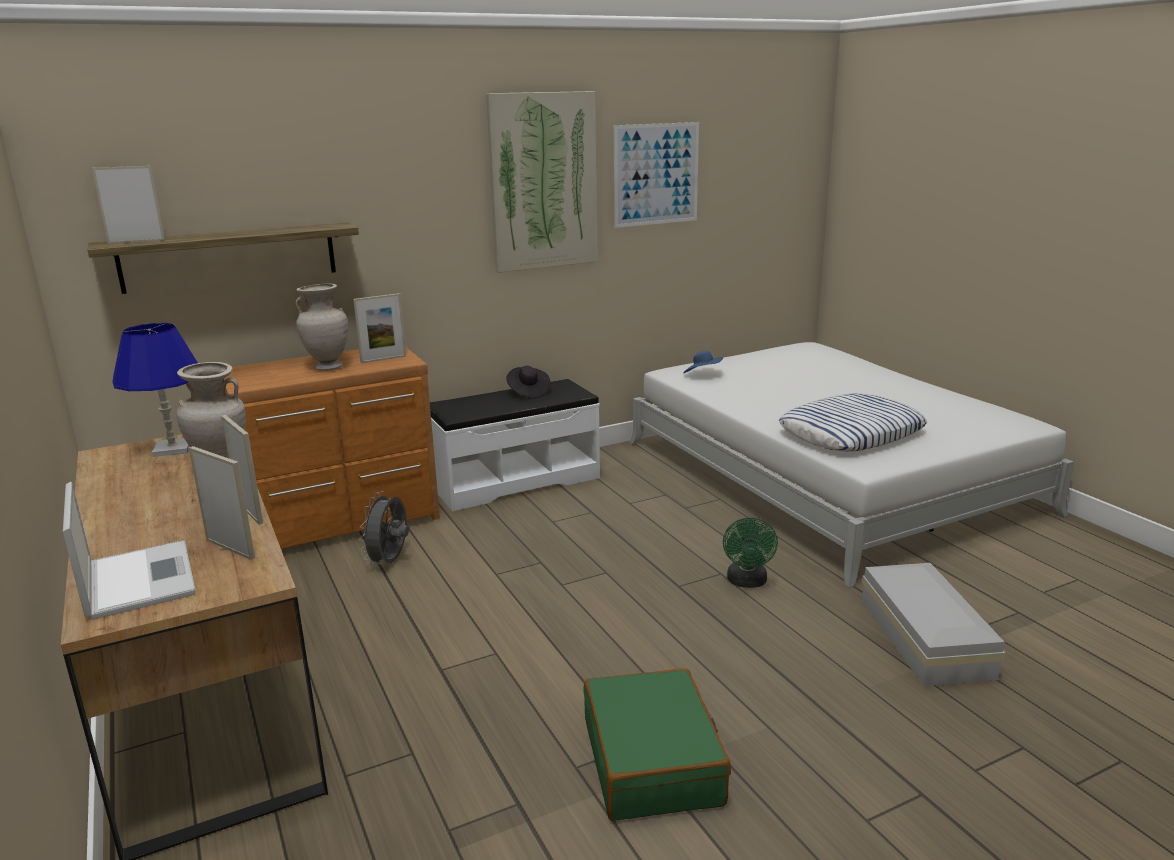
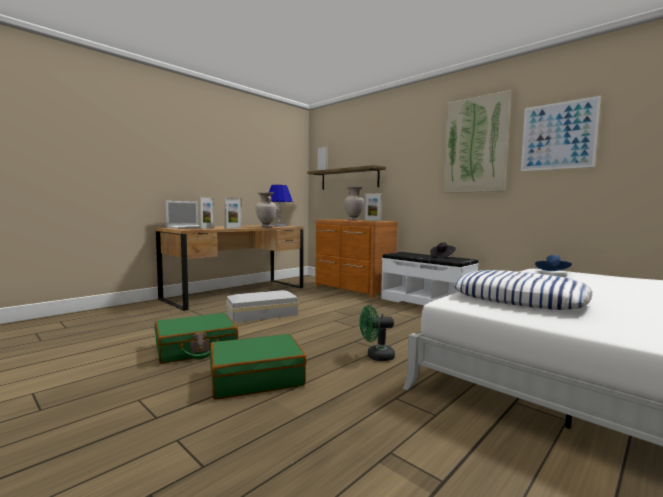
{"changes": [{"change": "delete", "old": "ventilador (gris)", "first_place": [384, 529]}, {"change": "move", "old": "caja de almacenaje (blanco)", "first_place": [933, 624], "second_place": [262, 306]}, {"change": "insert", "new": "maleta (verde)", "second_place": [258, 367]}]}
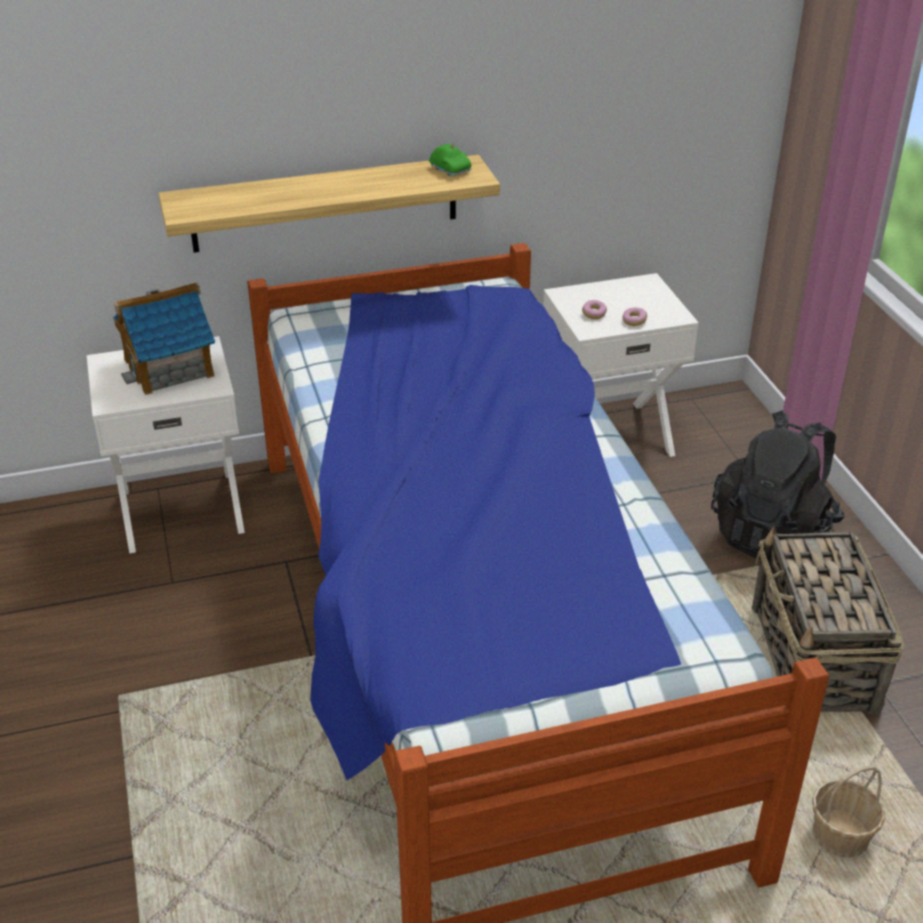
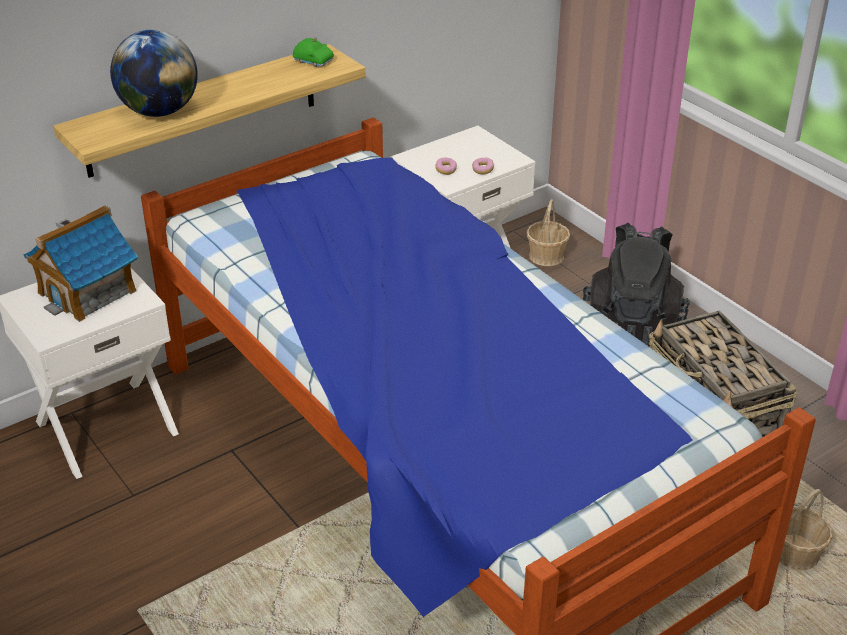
{"changes": [{"change": "insert", "new": "globo terráqueo", "second_place": [154, 73]}, {"change": "insert", "new": "cesta", "second_place": [548, 232]}]}
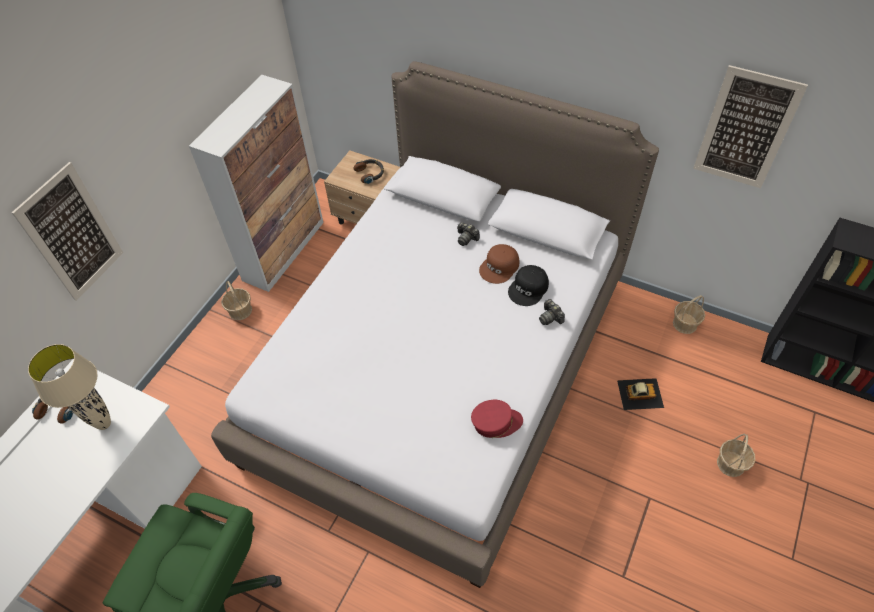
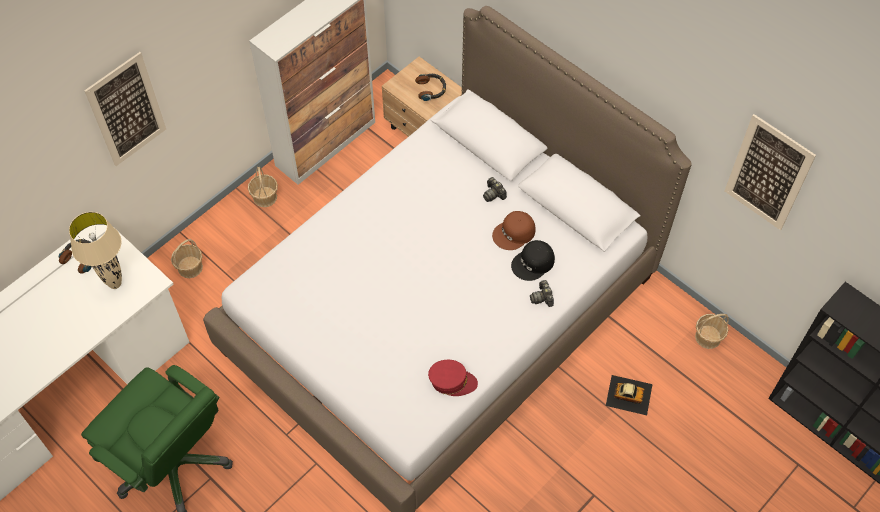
{"changes": [{"change": "move", "old": "cesta", "first_place": [736, 455], "second_place": [187, 258]}]}
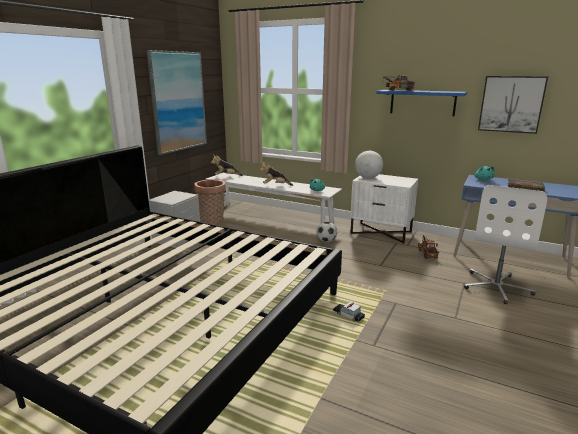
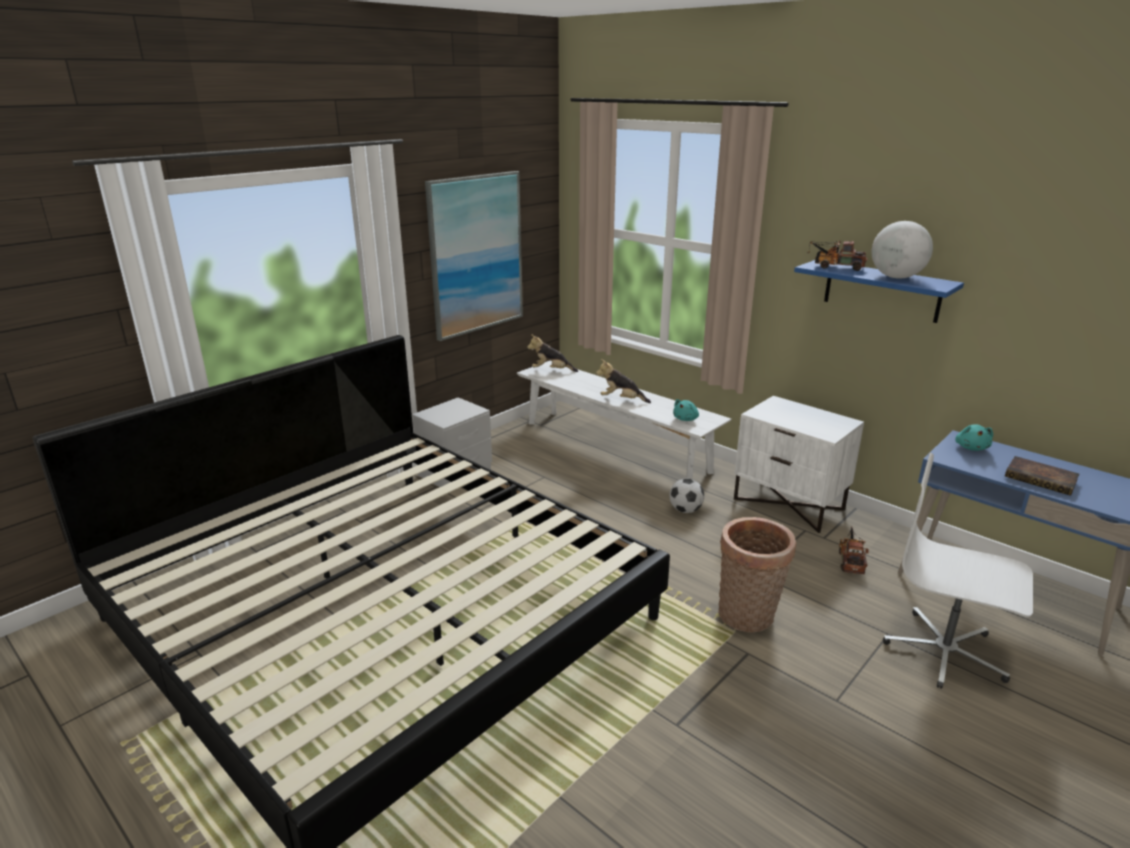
{"changes": [{"change": "move", "old": "cesta", "first_place": [210, 202], "second_place": [757, 574]}, {"change": "delete", "old": "coche de juguete", "first_place": [349, 312]}, {"change": "move", "old": "globo terráqueo", "first_place": [369, 165], "second_place": [902, 250]}, {"change": "rotate", "old": "silla de oficina (blanco)", "first_place": [505, 244], "second_place": [958, 571], "degrees": 75}, {"change": "delete", "old": "cuadro", "first_place": [513, 105]}]}
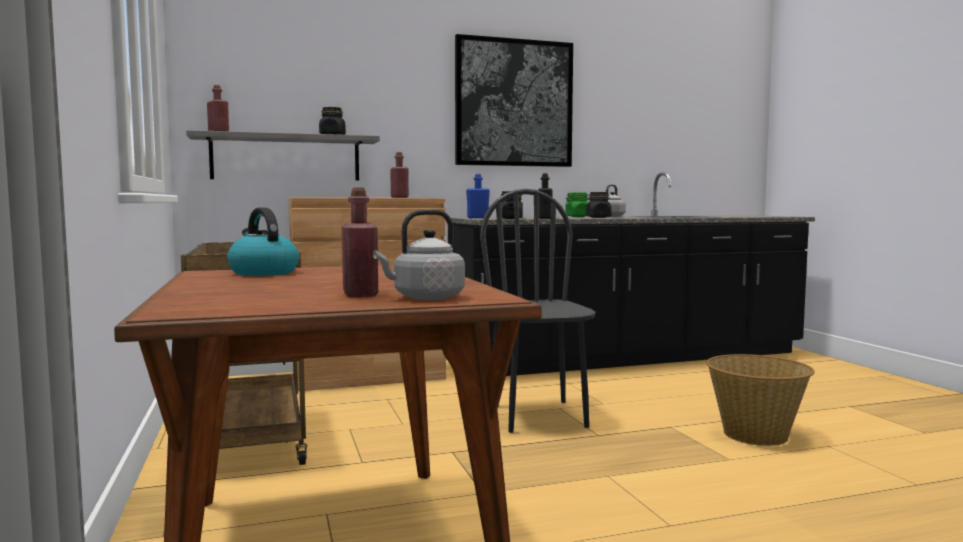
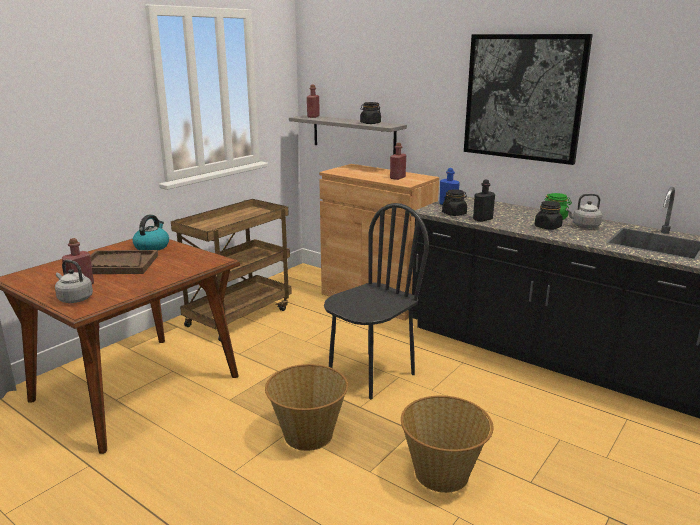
{"changes": [{"change": "insert", "new": "bandeja (marrón)", "second_place": [124, 262]}, {"change": "insert", "new": "cesta", "second_place": [306, 407]}]}
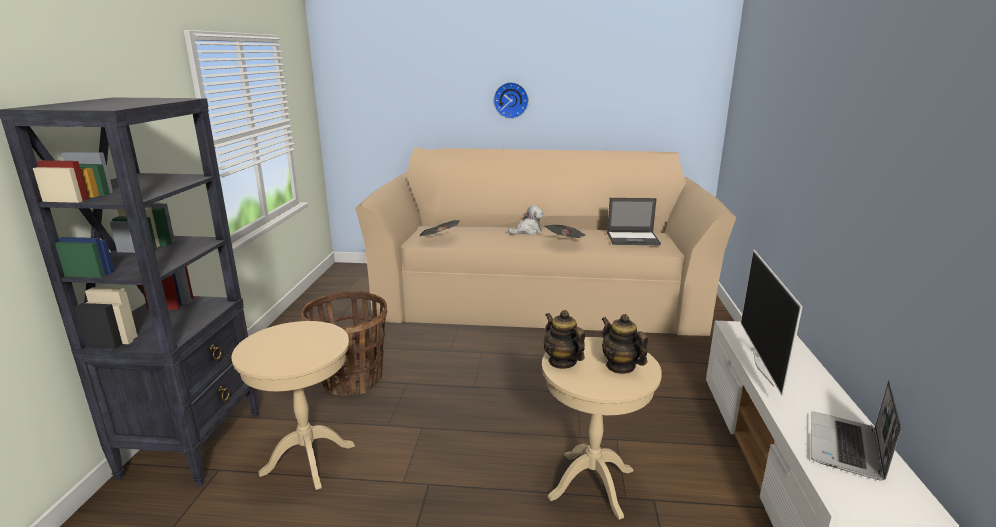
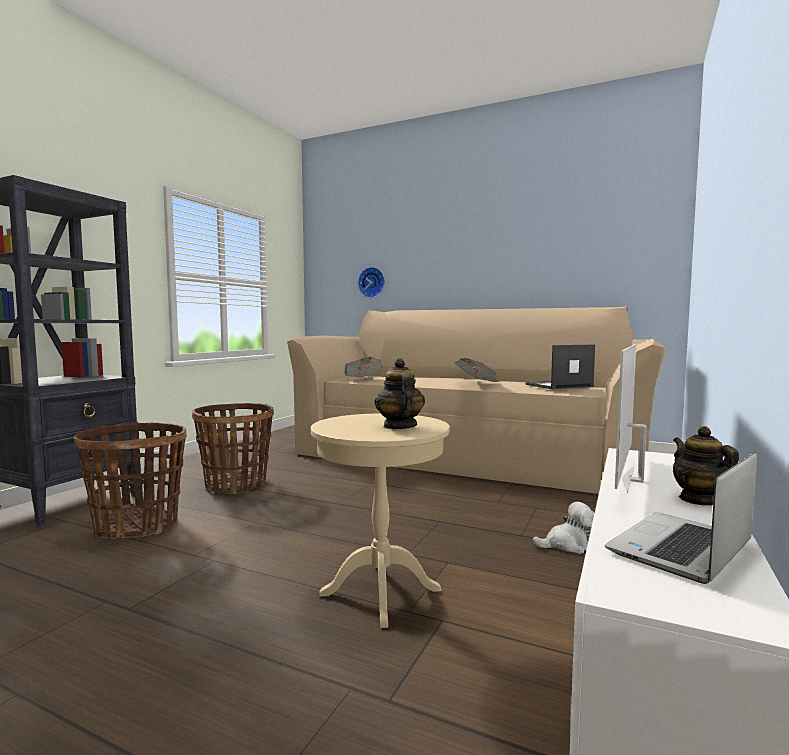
{"changes": [{"change": "replace", "old": "mesa auxiliar (beis)", "new": "cesta", "first_place": [293, 405], "second_place": [130, 480]}, {"change": "move", "old": "reloj de pared", "first_place": [511, 100], "second_place": [371, 282]}, {"change": "move", "old": "peluche", "first_place": [526, 219], "second_place": [563, 528]}, {"change": "move", "old": "tetera", "first_place": [564, 339], "second_place": [706, 466]}, {"change": "rotate", "old": "portátil", "first_place": [634, 221], "second_place": [560, 366], "degrees": 135}]}
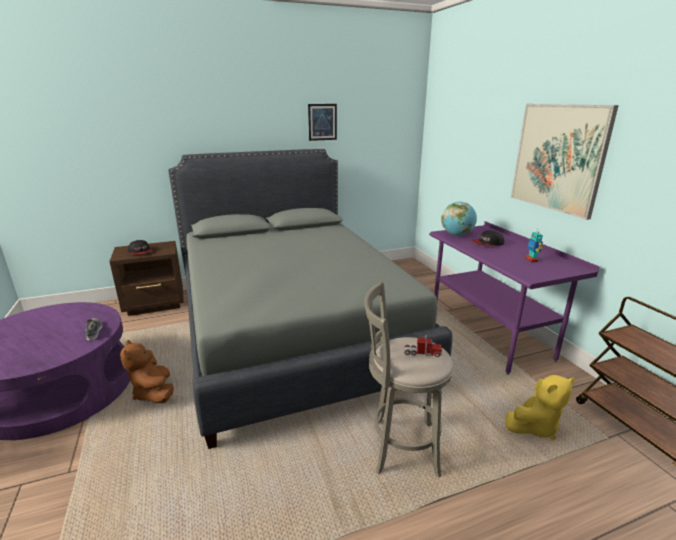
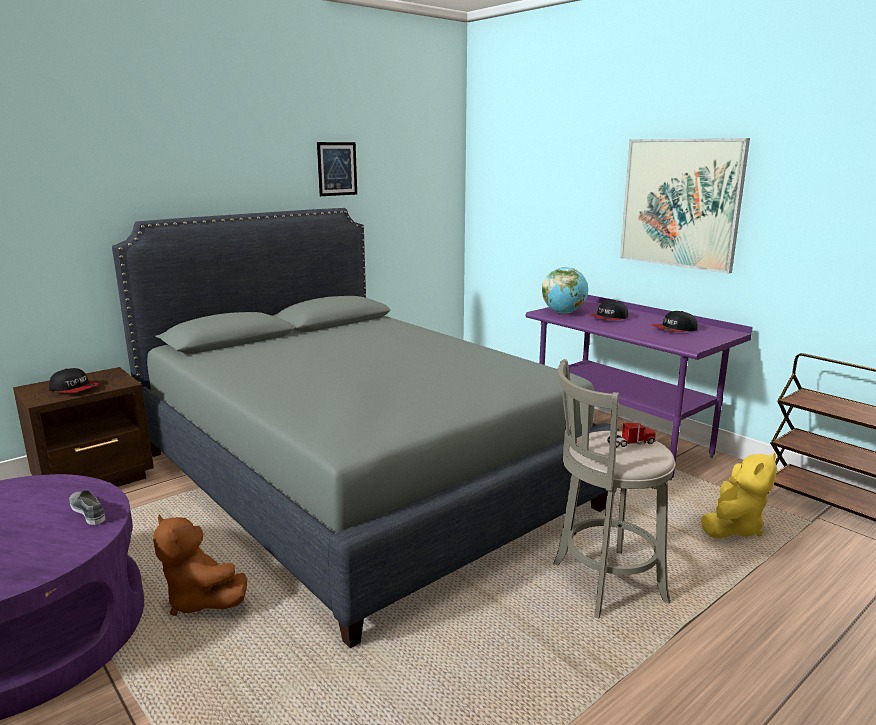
{"changes": [{"change": "replace", "old": "robot de juguete", "new": "gorra", "first_place": [534, 246], "second_place": [675, 321]}]}
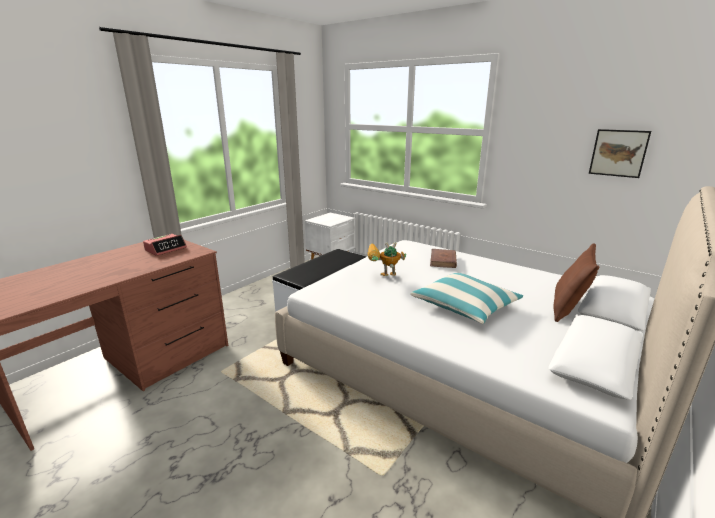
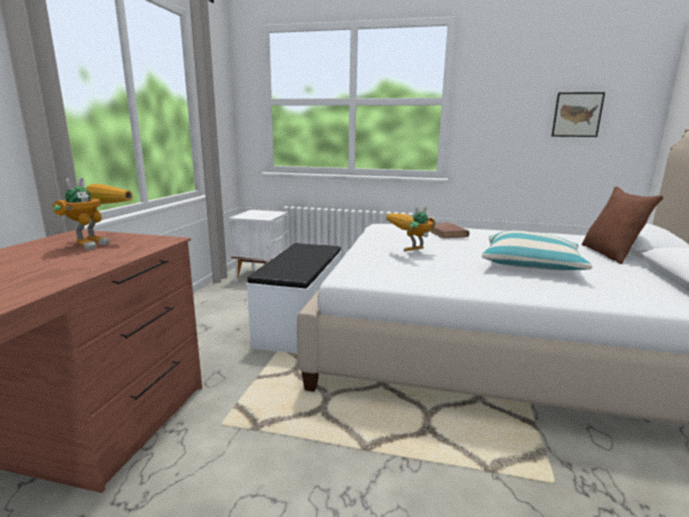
{"changes": [{"change": "replace", "old": "despertador", "new": "robot de juguete", "first_place": [165, 245], "second_place": [92, 213]}]}
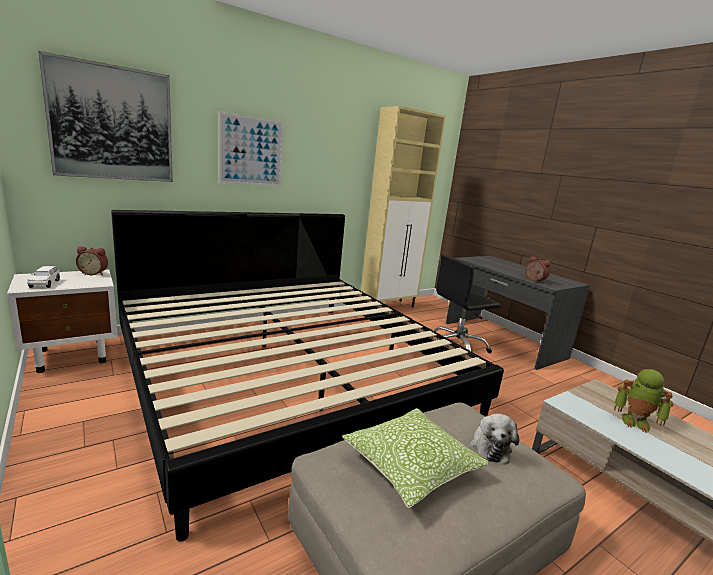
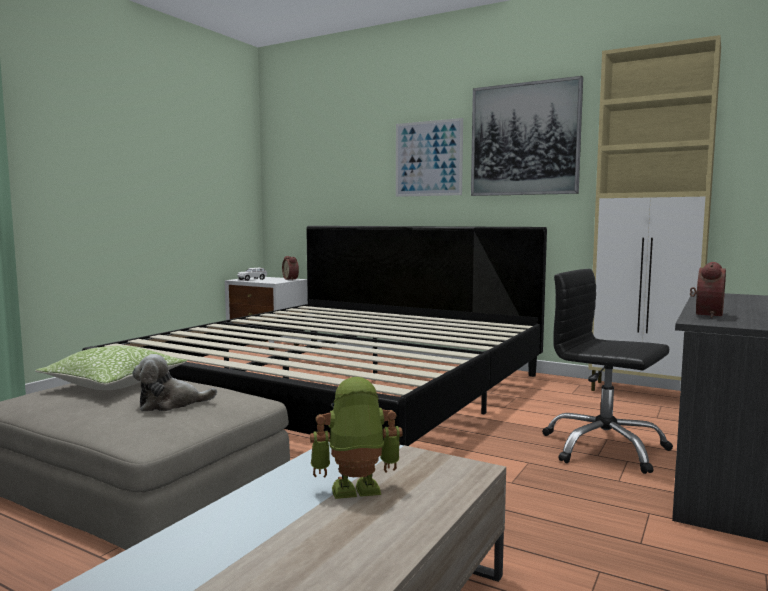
{"changes": [{"change": "move", "old": "cuadro", "first_place": [105, 116], "second_place": [527, 136]}, {"change": "rotate", "old": "robot de juguete", "first_place": [644, 401], "second_place": [356, 438], "degrees": 75}]}
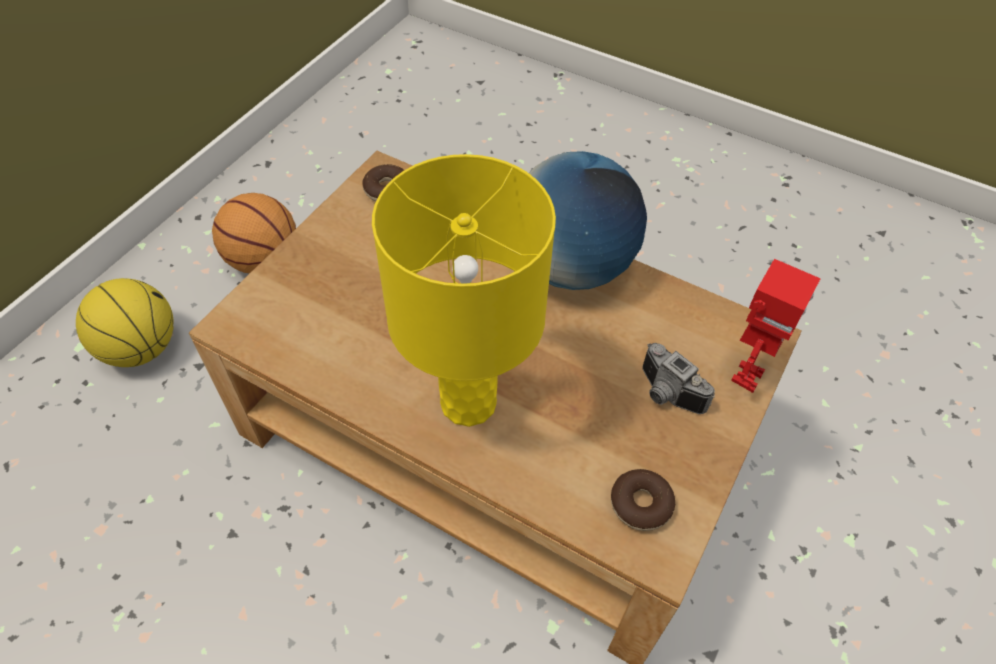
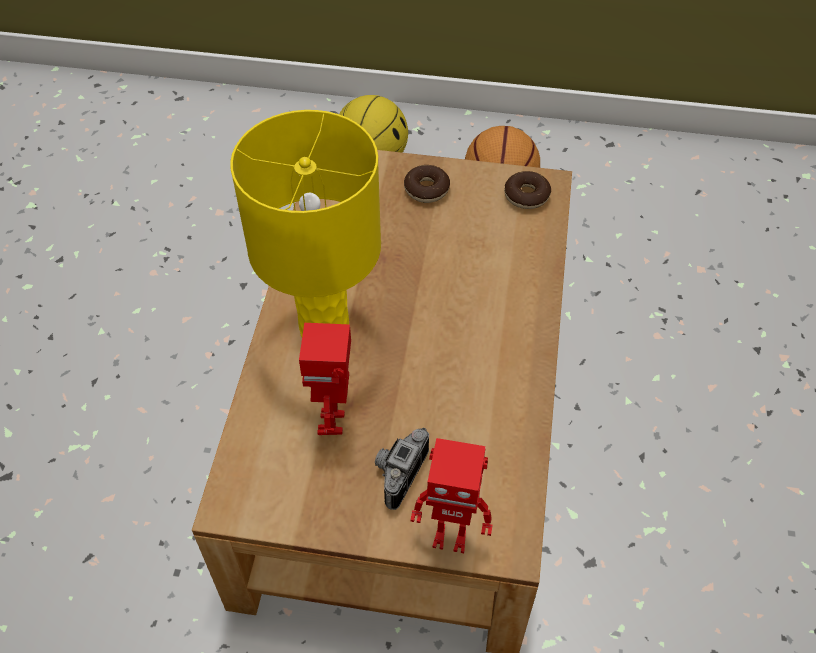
{"changes": [{"change": "delete", "old": "globo terráqueo", "first_place": [588, 220]}, {"change": "move", "old": "rosquilla", "first_place": [643, 500], "second_place": [427, 184]}, {"change": "insert", "new": "robot de juguete", "second_place": [325, 379]}]}
